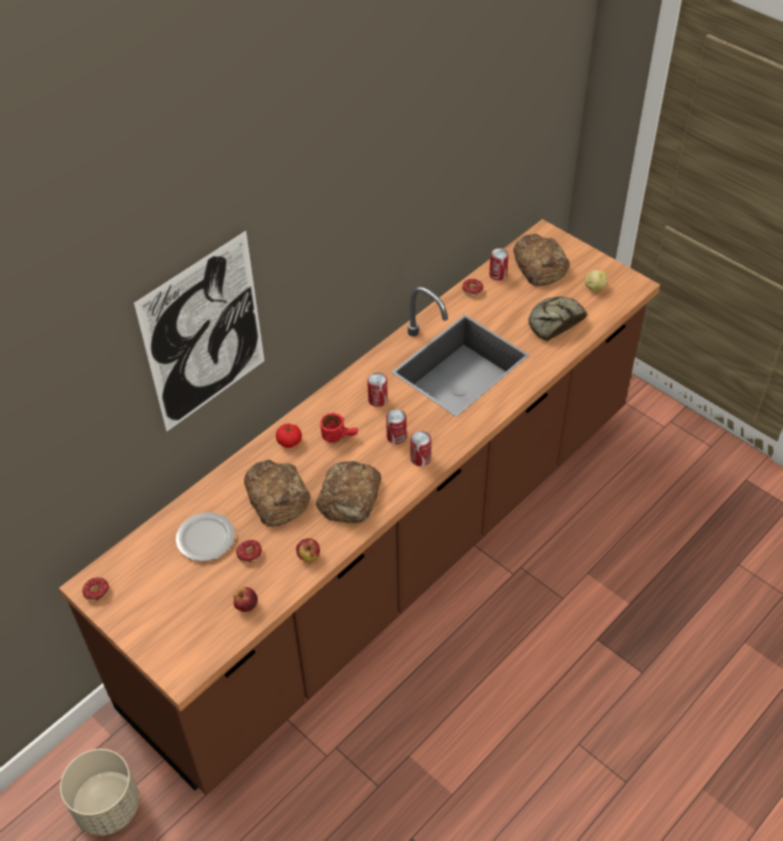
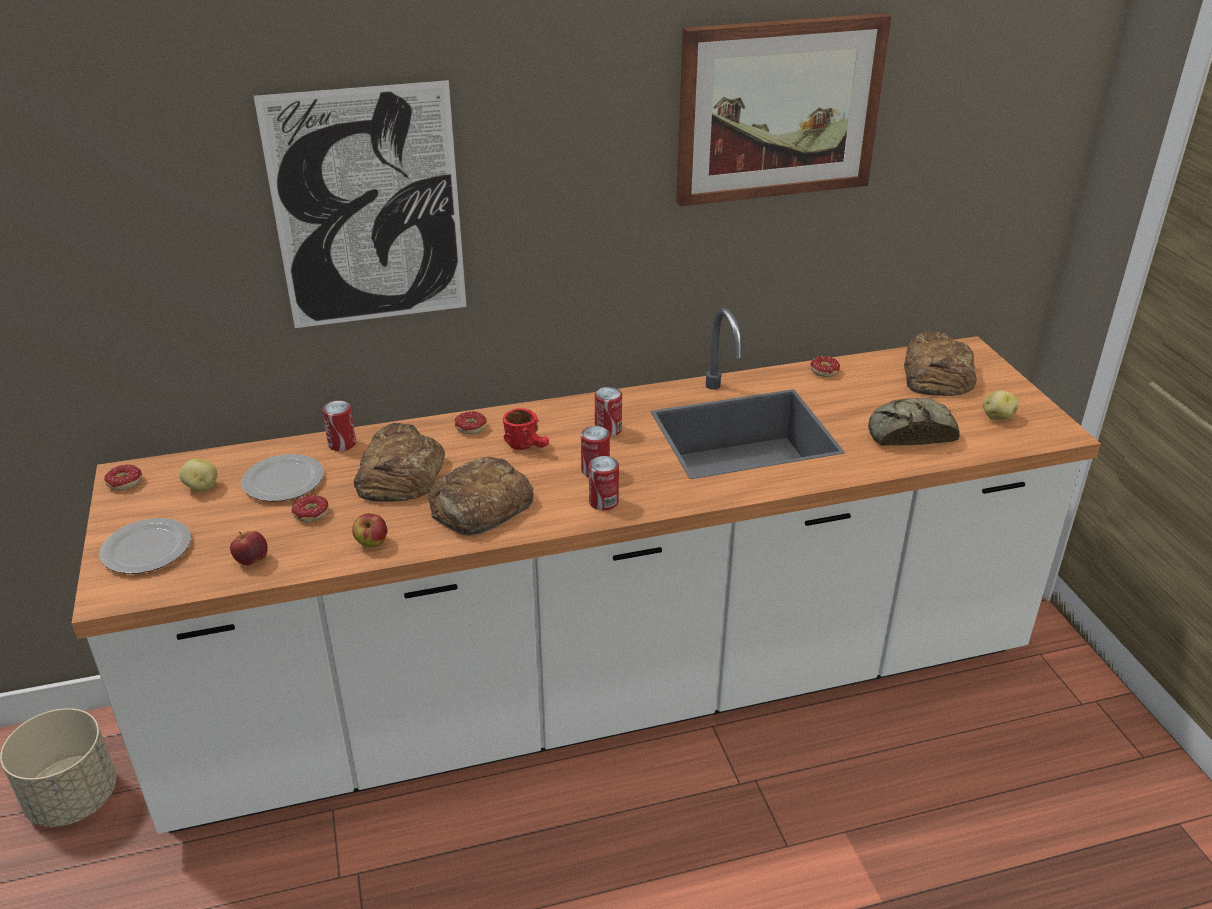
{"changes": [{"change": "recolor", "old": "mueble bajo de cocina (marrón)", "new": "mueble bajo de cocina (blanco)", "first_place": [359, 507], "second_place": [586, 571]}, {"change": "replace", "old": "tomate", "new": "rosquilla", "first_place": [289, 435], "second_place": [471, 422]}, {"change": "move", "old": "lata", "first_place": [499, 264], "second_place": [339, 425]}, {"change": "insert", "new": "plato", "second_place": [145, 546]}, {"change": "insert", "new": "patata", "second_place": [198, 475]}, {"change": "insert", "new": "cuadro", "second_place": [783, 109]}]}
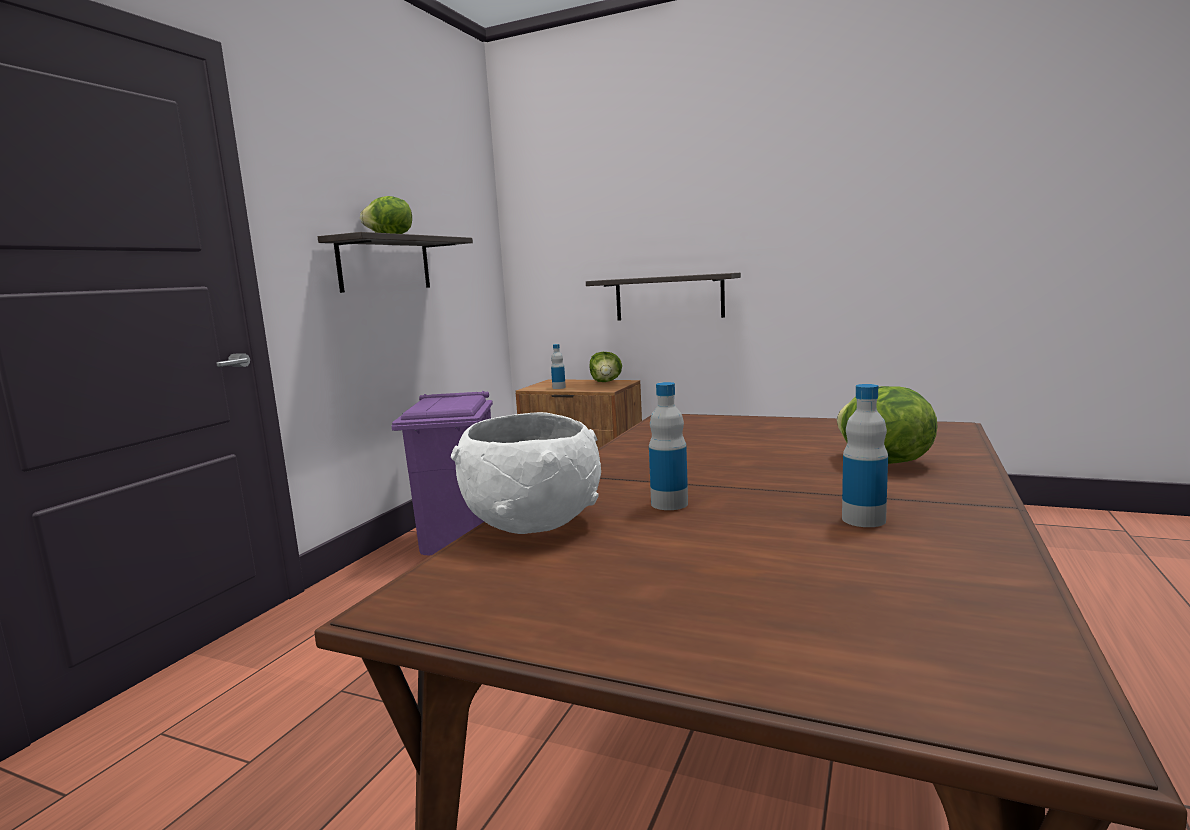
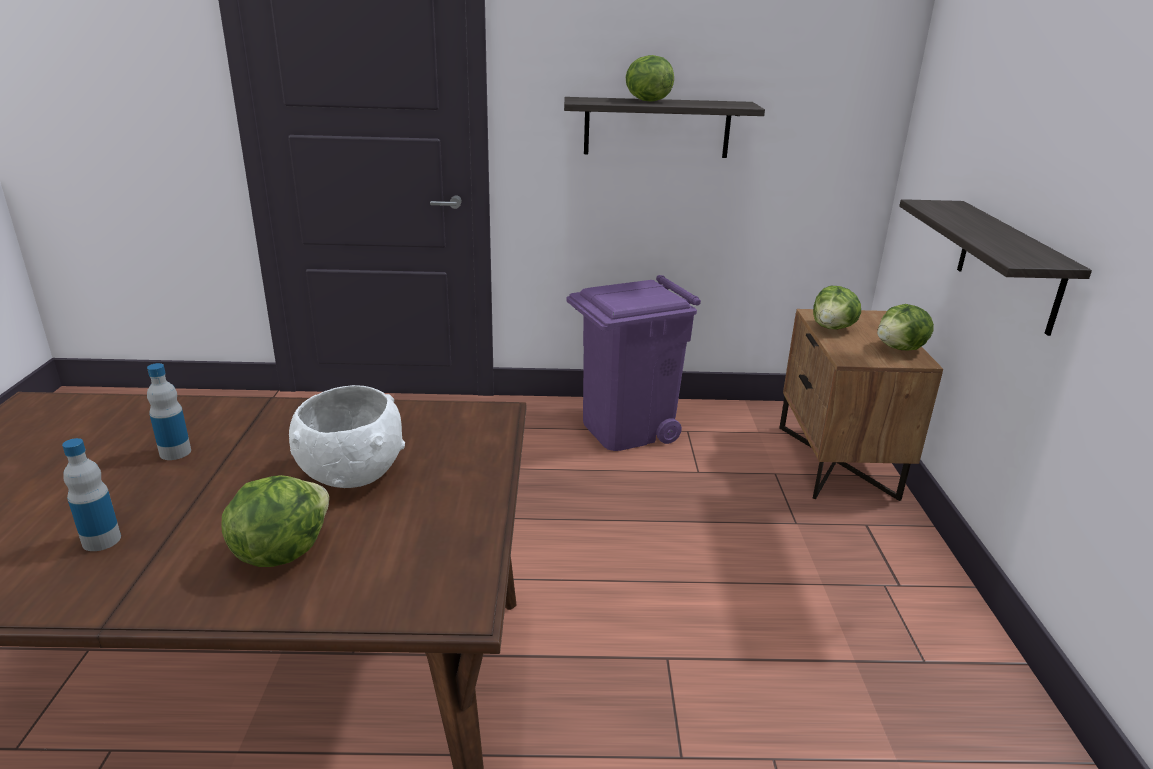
{"changes": [{"change": "move", "old": "cuenco (blanco)", "first_place": [526, 473], "second_place": [347, 436]}, {"change": "replace", "old": "botella", "new": "lechuga", "first_place": [558, 366], "second_place": [837, 308]}]}
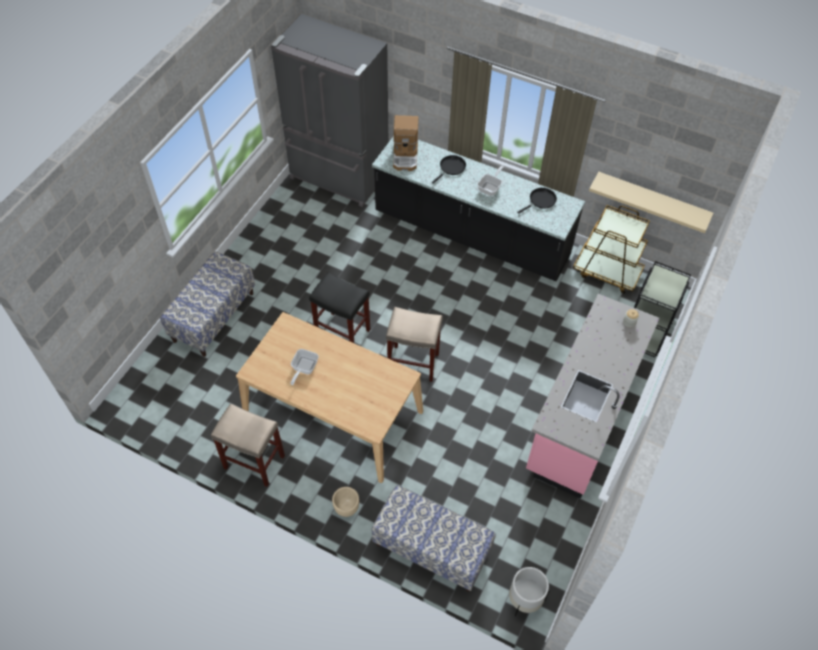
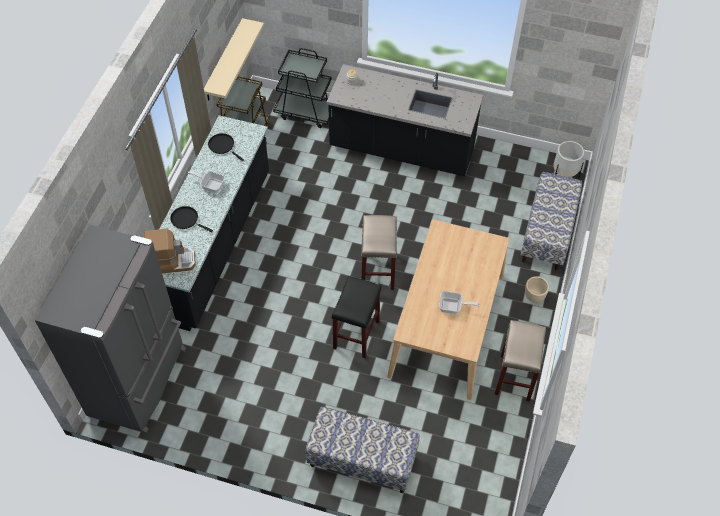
{"changes": [{"change": "recolor", "old": "mueble bajo de cocina (rosa)", "new": "mueble bajo de cocina (negro)", "first_place": [592, 396], "second_place": [405, 120]}]}
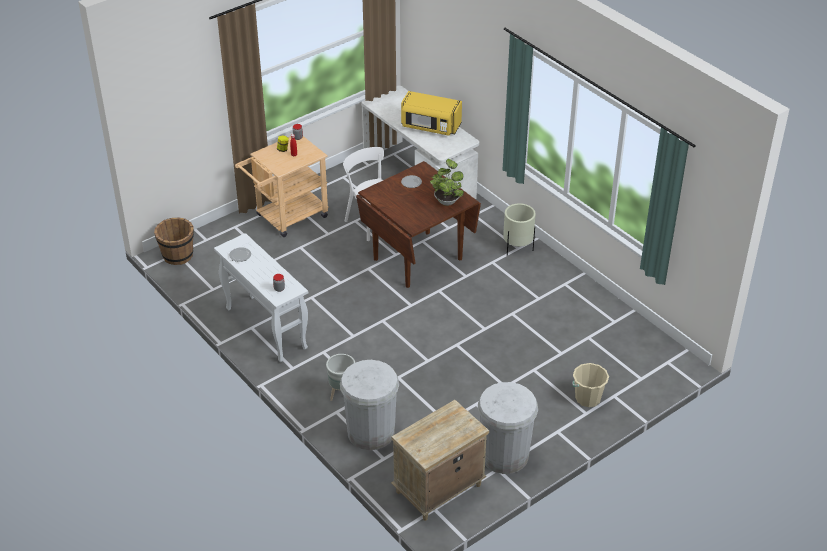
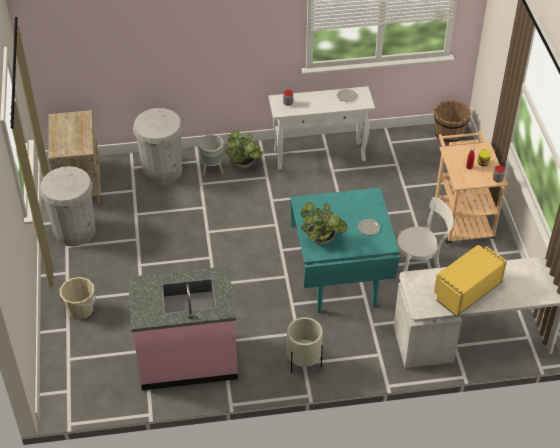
{"changes": [{"change": "recolor", "old": "mesa de comedor (marrón)", "new": "mesa de comedor (turquesa)", "first_place": [418, 224], "second_place": [345, 250]}, {"change": "insert", "new": "mueble bajo de cocina (rosa)", "second_place": [183, 328]}, {"change": "insert", "new": "planta en maceta", "second_place": [244, 149]}]}
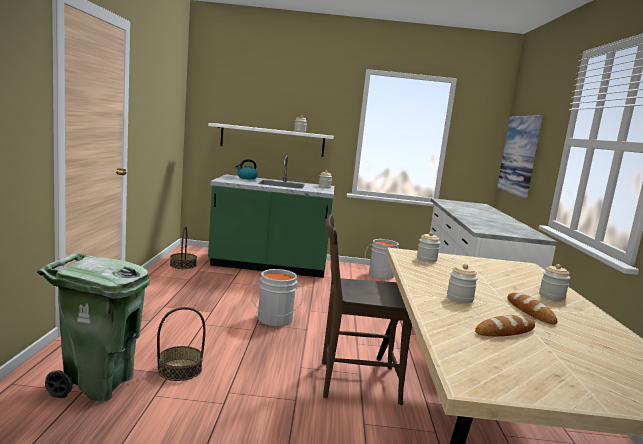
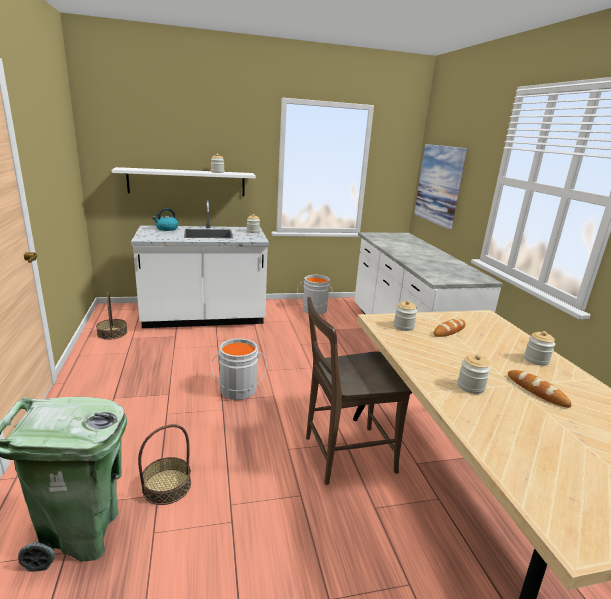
{"changes": [{"change": "recolor", "old": "mueble bajo de cocina (verde)", "new": "mueble bajo de cocina (blanco)", "first_place": [271, 216], "second_place": [200, 264]}, {"change": "move", "old": "pan", "first_place": [505, 325], "second_place": [449, 328]}]}
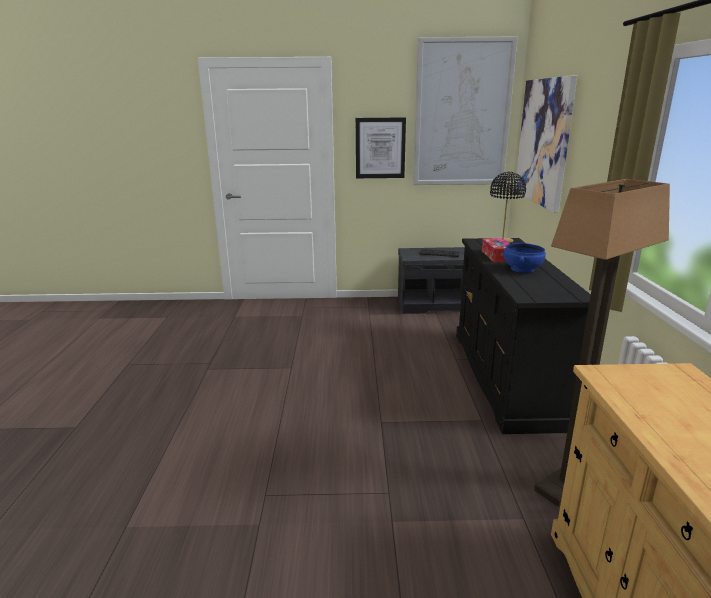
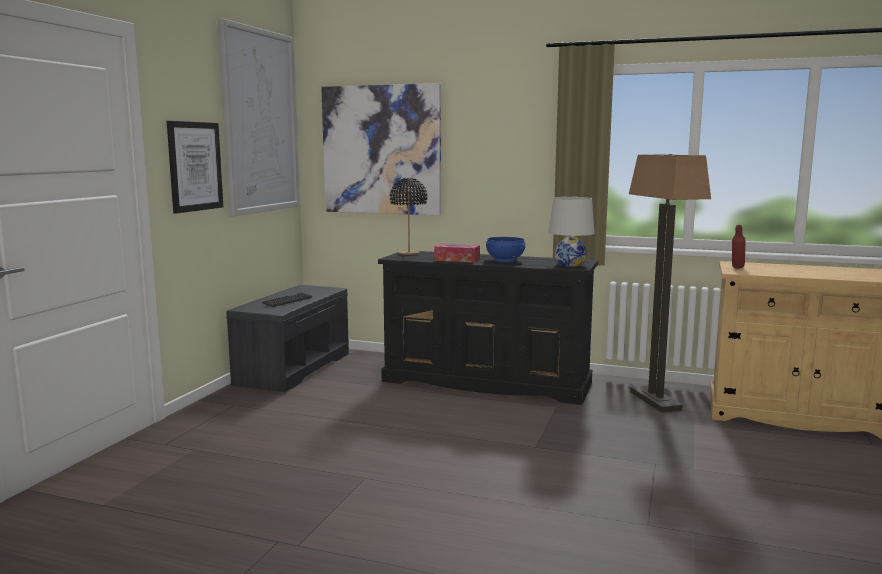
{"changes": [{"change": "insert", "new": "lámpara de mesa (blanco)", "second_place": [572, 232]}, {"change": "insert", "new": "botella (rojo)", "second_place": [739, 246]}]}
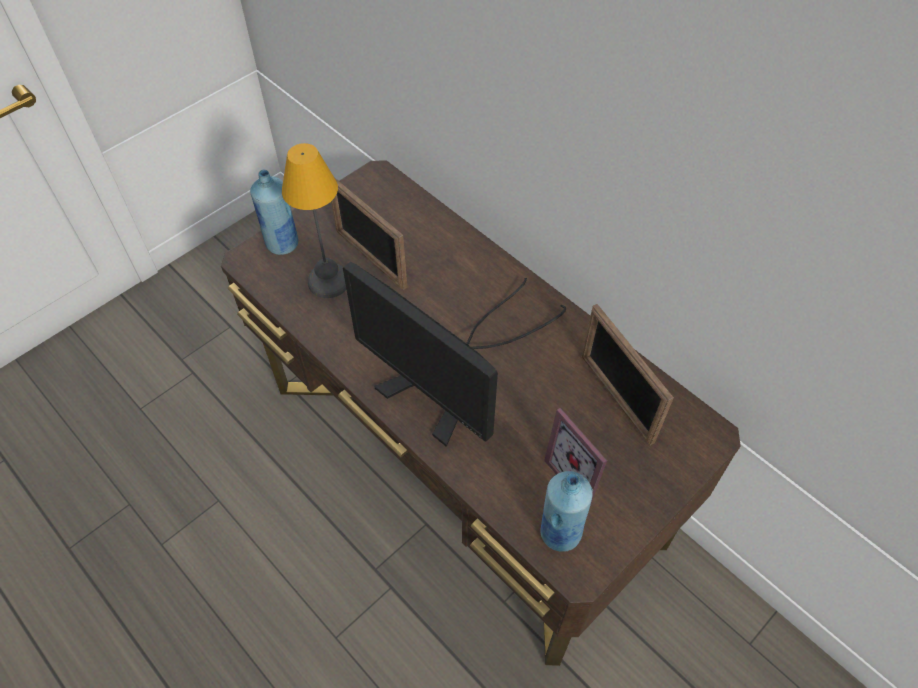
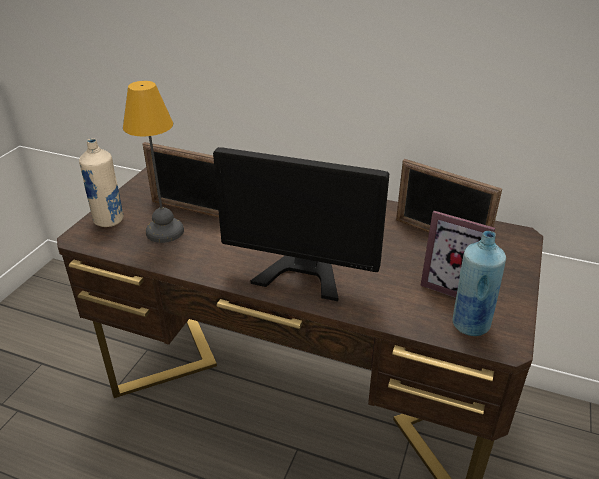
{"changes": [{"change": "recolor", "old": "botella (azul)", "new": "botella (beis)", "first_place": [274, 212], "second_place": [101, 182]}]}
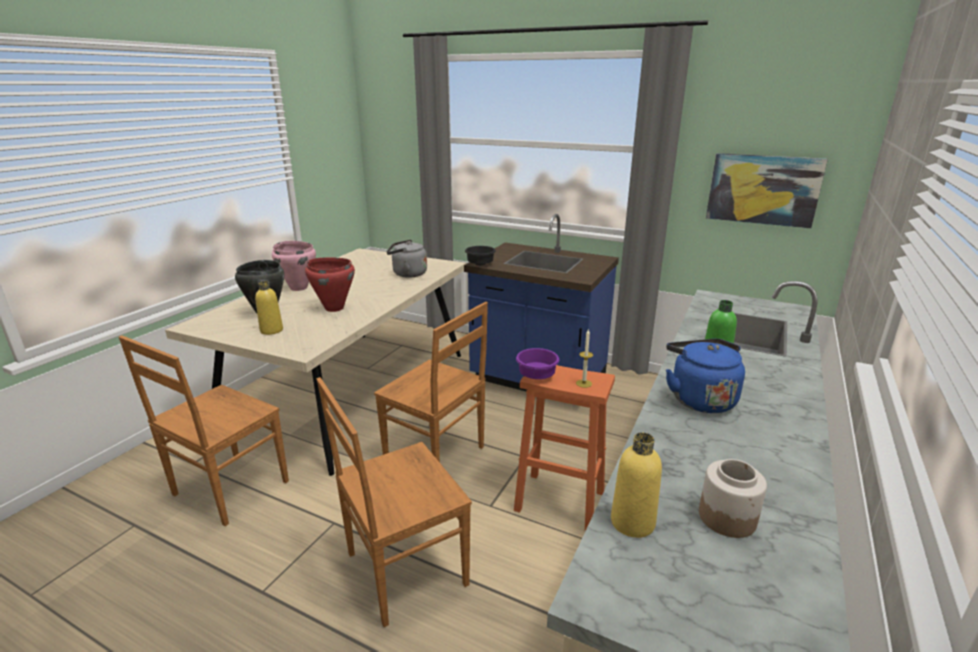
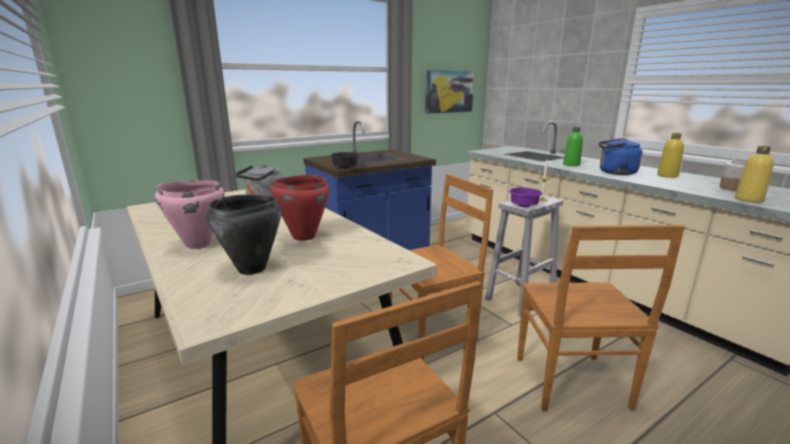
{"changes": [{"change": "move", "old": "botella (amarillo)", "first_place": [269, 308], "second_place": [670, 155]}, {"change": "recolor", "old": "taburete (naranja)", "new": "taburete (blanco)", "first_place": [564, 448], "second_place": [524, 256]}]}
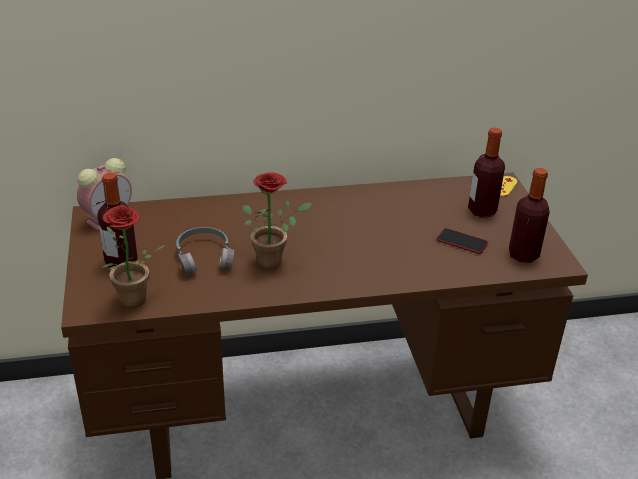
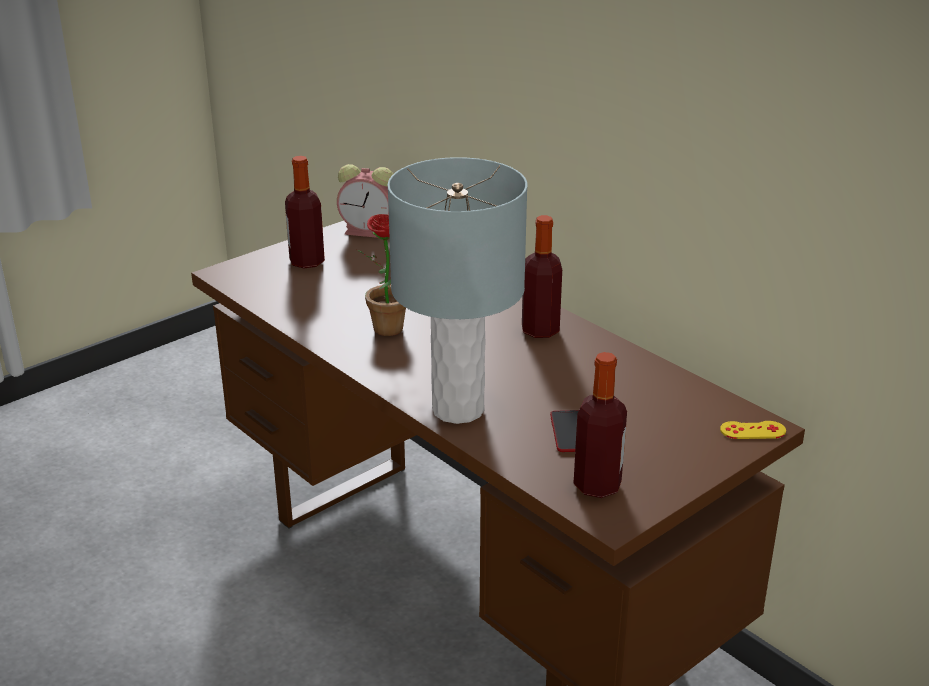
{"changes": [{"change": "delete", "old": "planta en maceta", "first_place": [133, 256]}, {"change": "delete", "old": "auriculares (gris)", "first_place": [205, 251]}, {"change": "move", "old": "botella", "first_place": [486, 173], "second_place": [542, 276]}, {"change": "insert", "new": "lámpara de mesa (gris)", "second_place": [457, 290]}]}
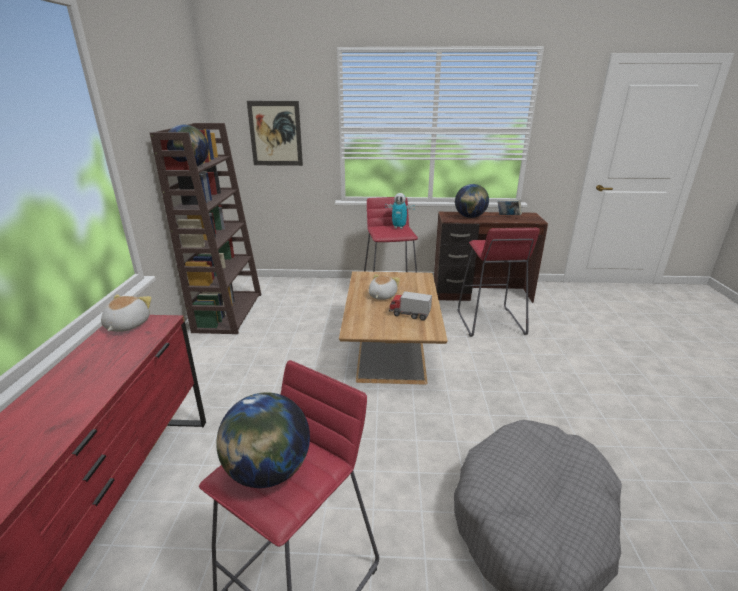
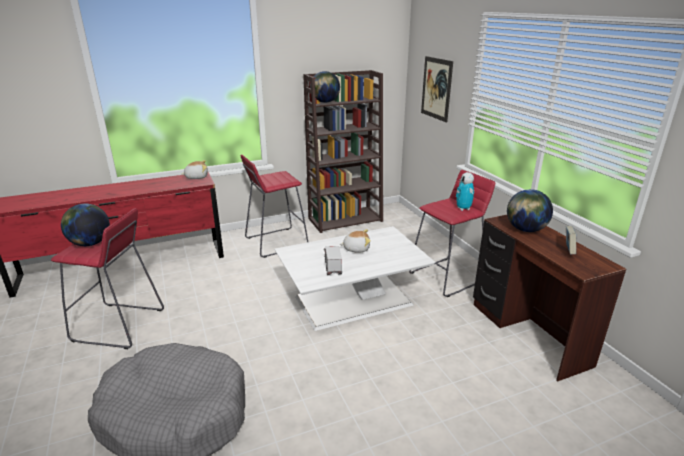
{"changes": [{"change": "recolor", "old": "mesa de centro (marrón)", "new": "mesa de centro (blanco)", "first_place": [393, 328], "second_place": [354, 278]}, {"change": "move", "old": "taburete (rojo)", "first_place": [498, 282], "second_place": [274, 206]}]}
